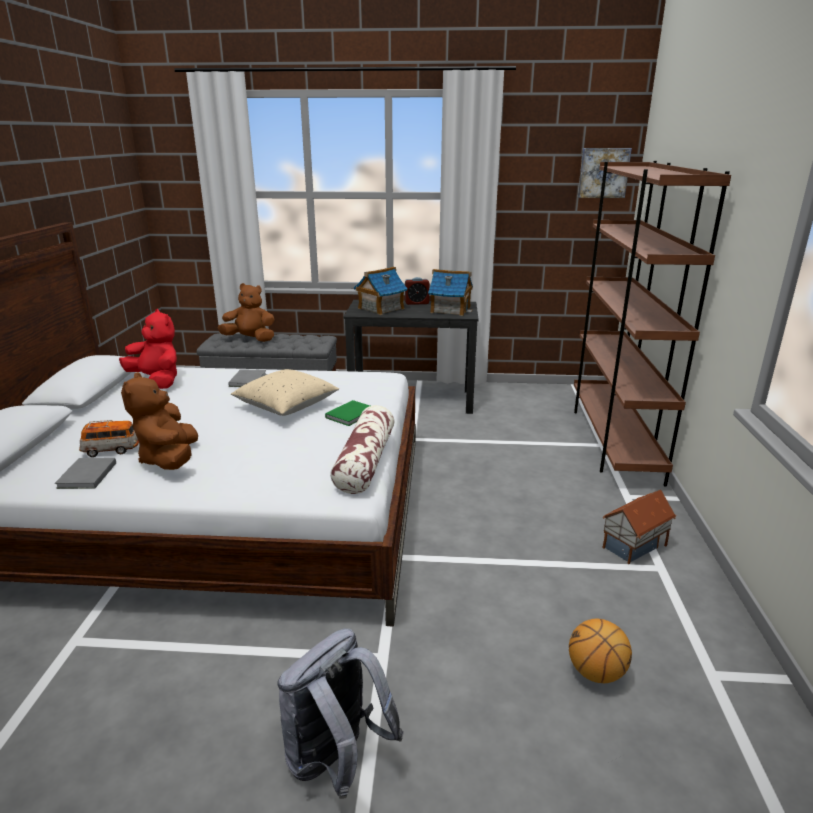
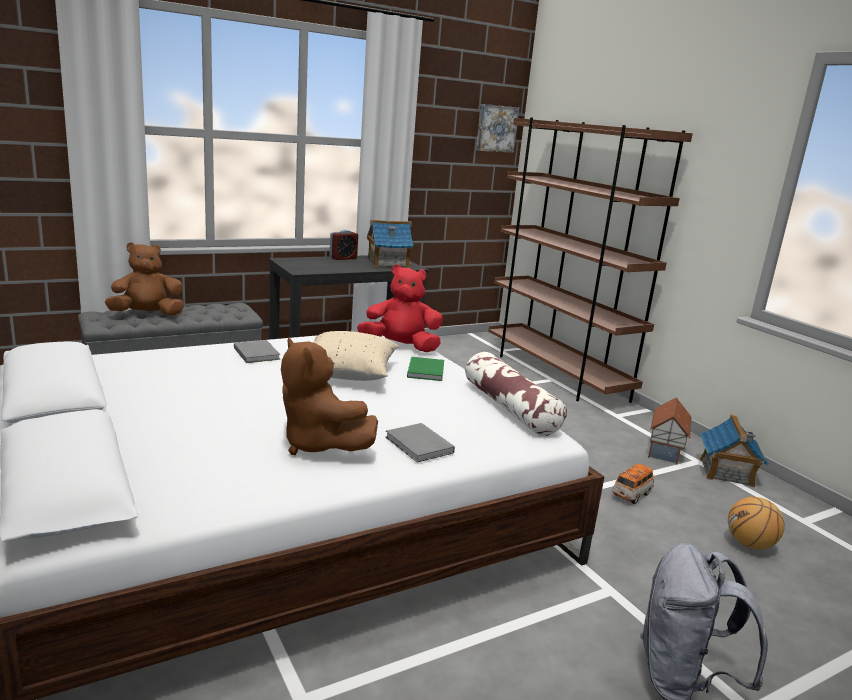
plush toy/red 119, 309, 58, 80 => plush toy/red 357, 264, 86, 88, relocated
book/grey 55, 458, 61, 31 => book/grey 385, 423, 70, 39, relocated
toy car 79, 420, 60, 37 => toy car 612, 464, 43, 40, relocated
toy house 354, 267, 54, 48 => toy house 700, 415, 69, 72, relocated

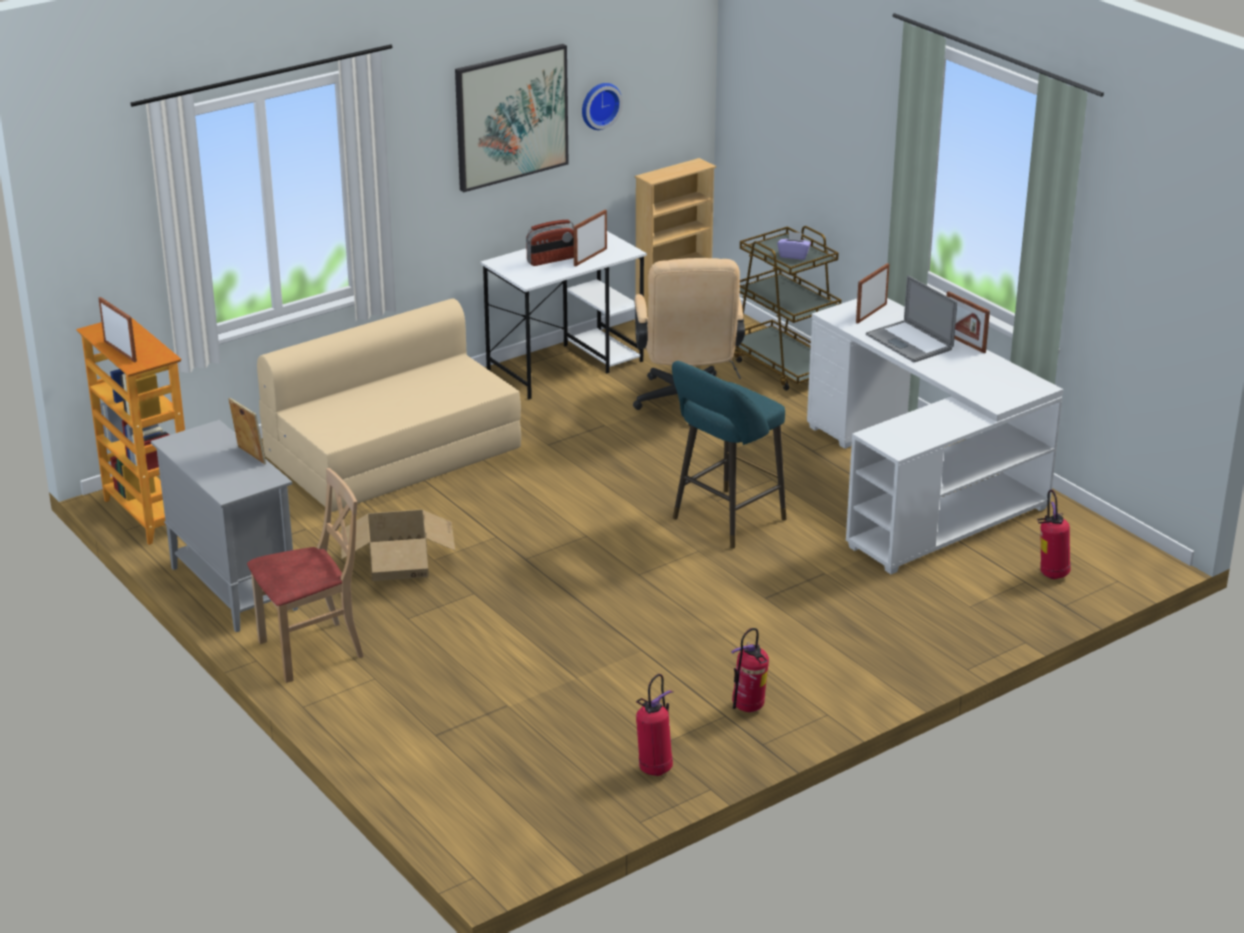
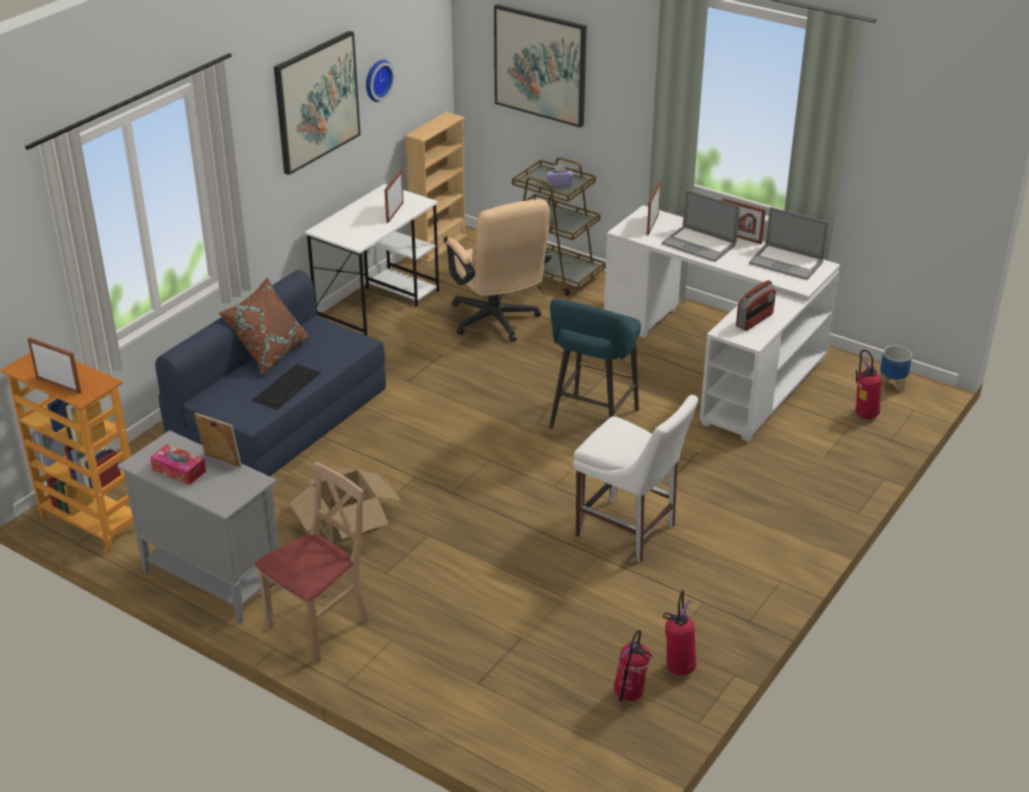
nothing => tissue box 150, 444, 56, 41
sofa/beige 257, 298, 264, 214 => sofa/blue 155, 270, 231, 206
nothing => pillow/brown 218, 277, 91, 98
nothing => keyboard 252, 364, 69, 46
nothing => picture 494, 4, 93, 124
nothing => chair/white 573, 395, 125, 168
fire extinguisher 731, 628, 38, 84 => fire extinguisher 614, 630, 39, 72, relocated
radio 526, 220, 48, 46 => radio 736, 280, 40, 51, relocated
nothing => laptop 749, 207, 80, 73
nothing => planter 880, 346, 32, 46

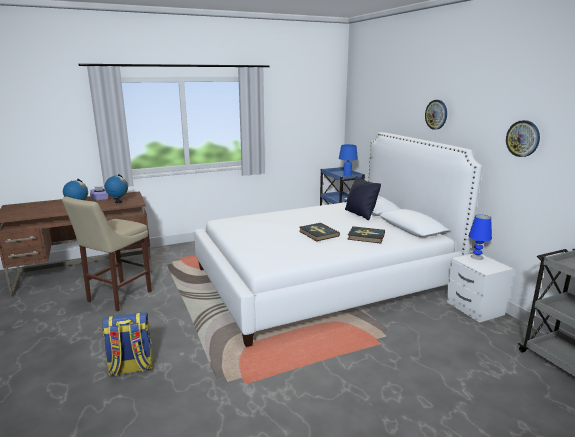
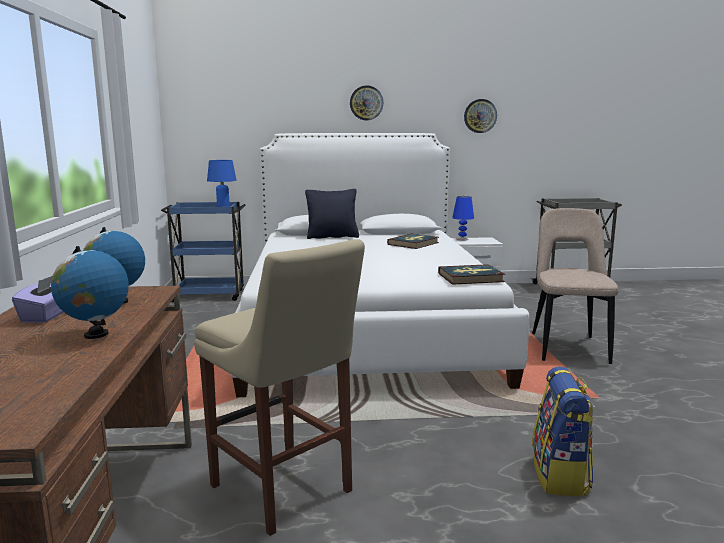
book 299, 223, 41, 18 => book 438, 264, 67, 21, relocated
nothing => chair/beige 532, 208, 86, 156

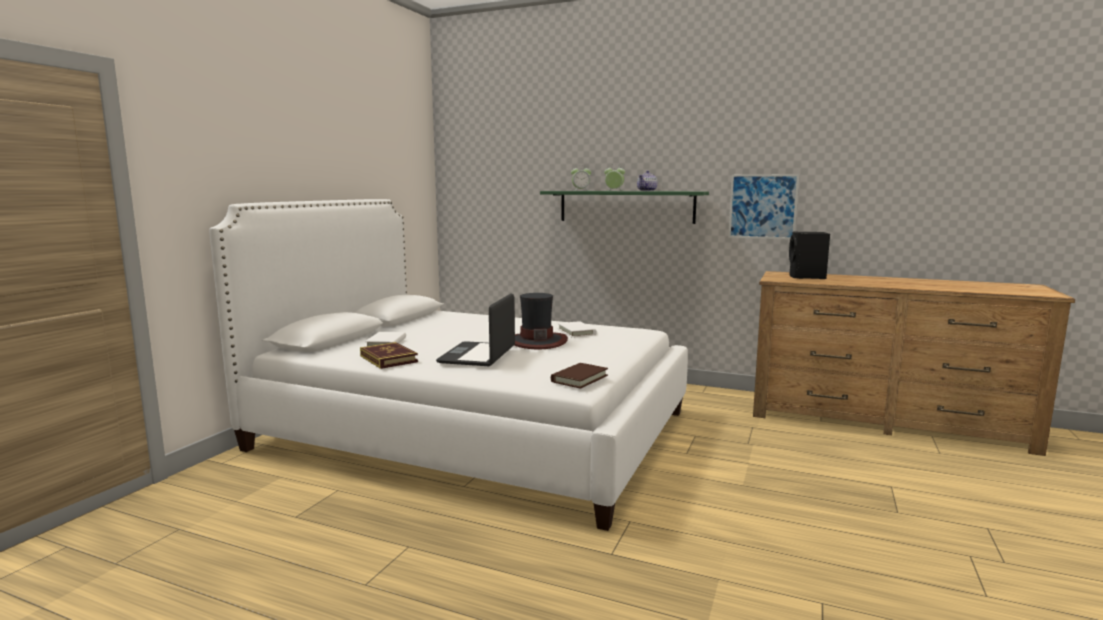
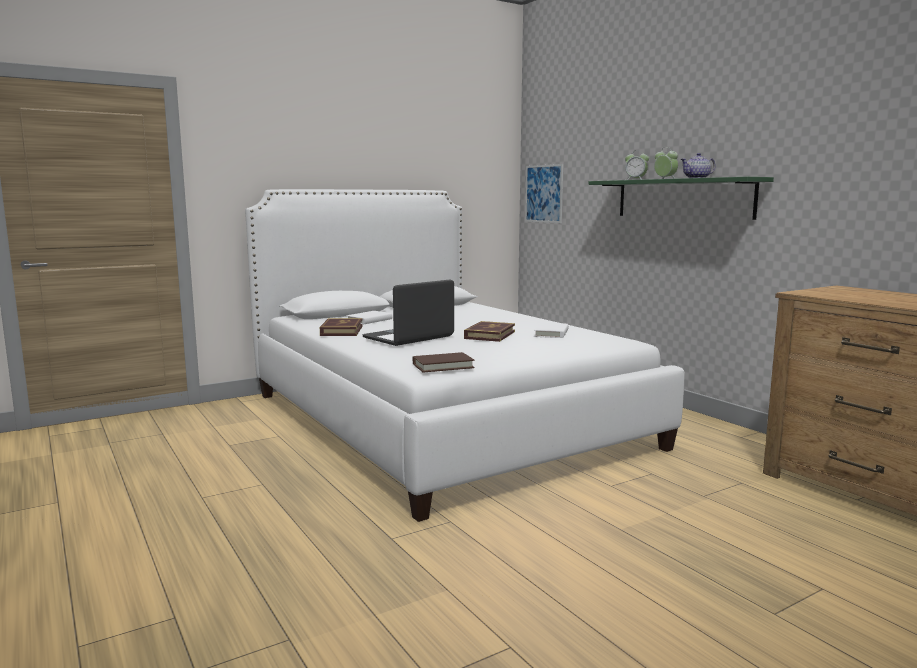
hat 514, 293, 54, 57 => book 464, 321, 51, 21
picture 728, 174, 71, 66 => picture 525, 164, 38, 59, relocated
speaker/black 789, 231, 41, 48 => nothing

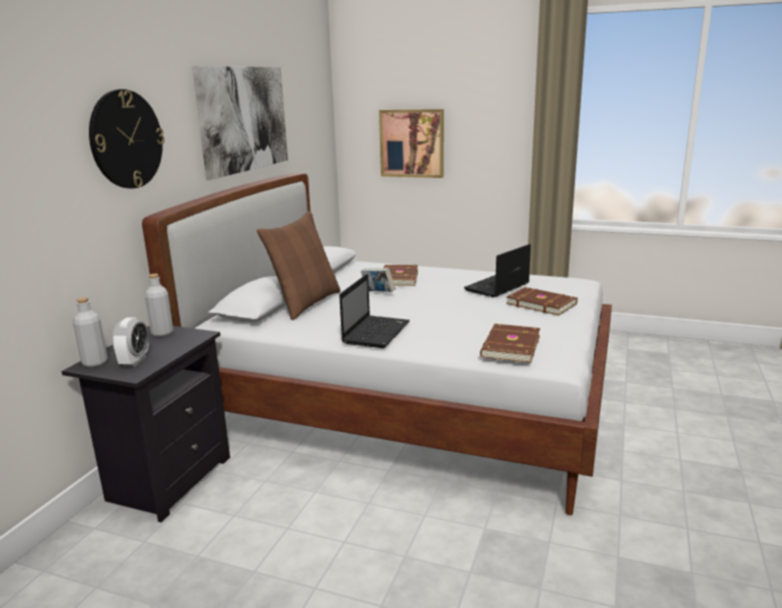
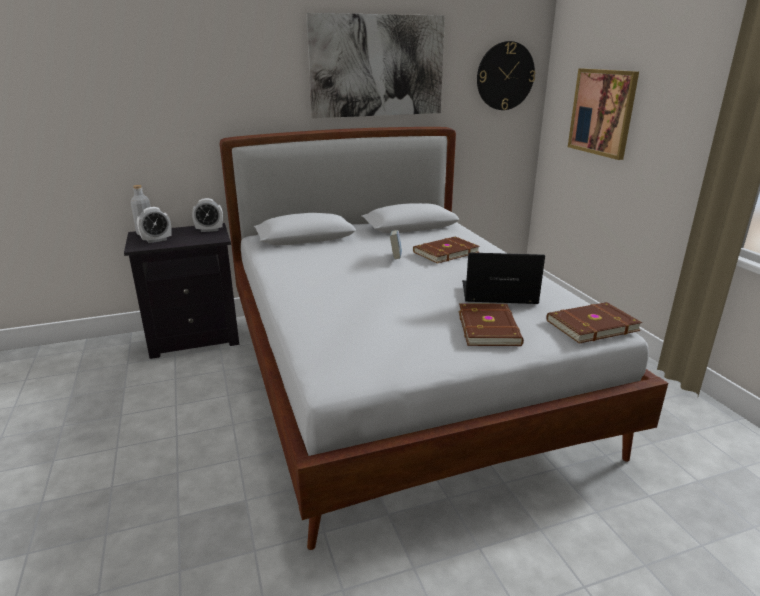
bottle/grey 145, 274, 28, 63 => alarm clock 192, 198, 31, 34
wall clock 89, 89, 75, 100 => wall clock 477, 41, 58, 69, relocated
book/brown 480, 324, 60, 39 => book/brown 546, 302, 96, 42, relocated
pillow/brown 257, 211, 84, 109 => nothing
laptop 339, 274, 71, 74 => nothing

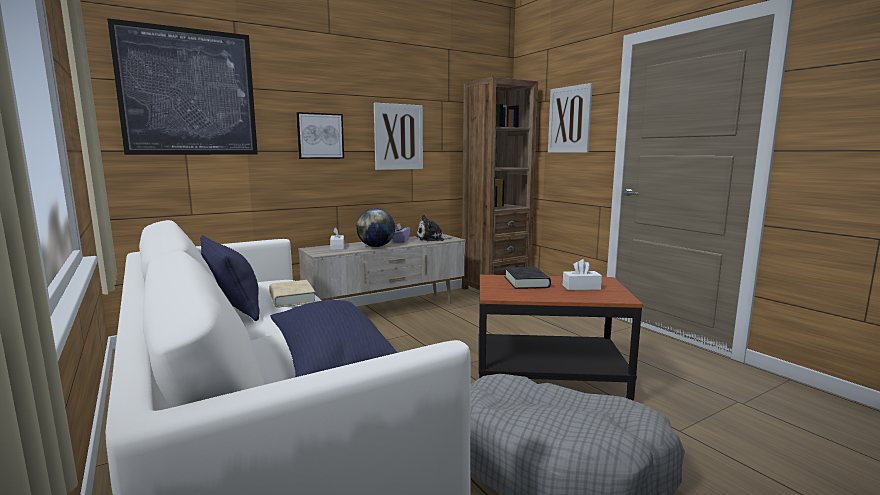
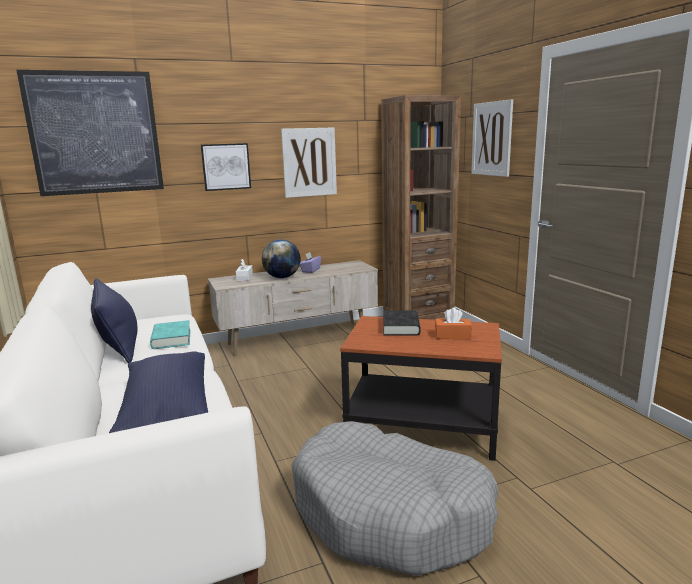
book/beige 269, 280, 47, 28 => book/turquoise 150, 320, 40, 29
tissue box/white 563, 259, 39, 31 => tissue box/orange 435, 307, 37, 32
plush toy 416, 215, 36, 26 => nothing

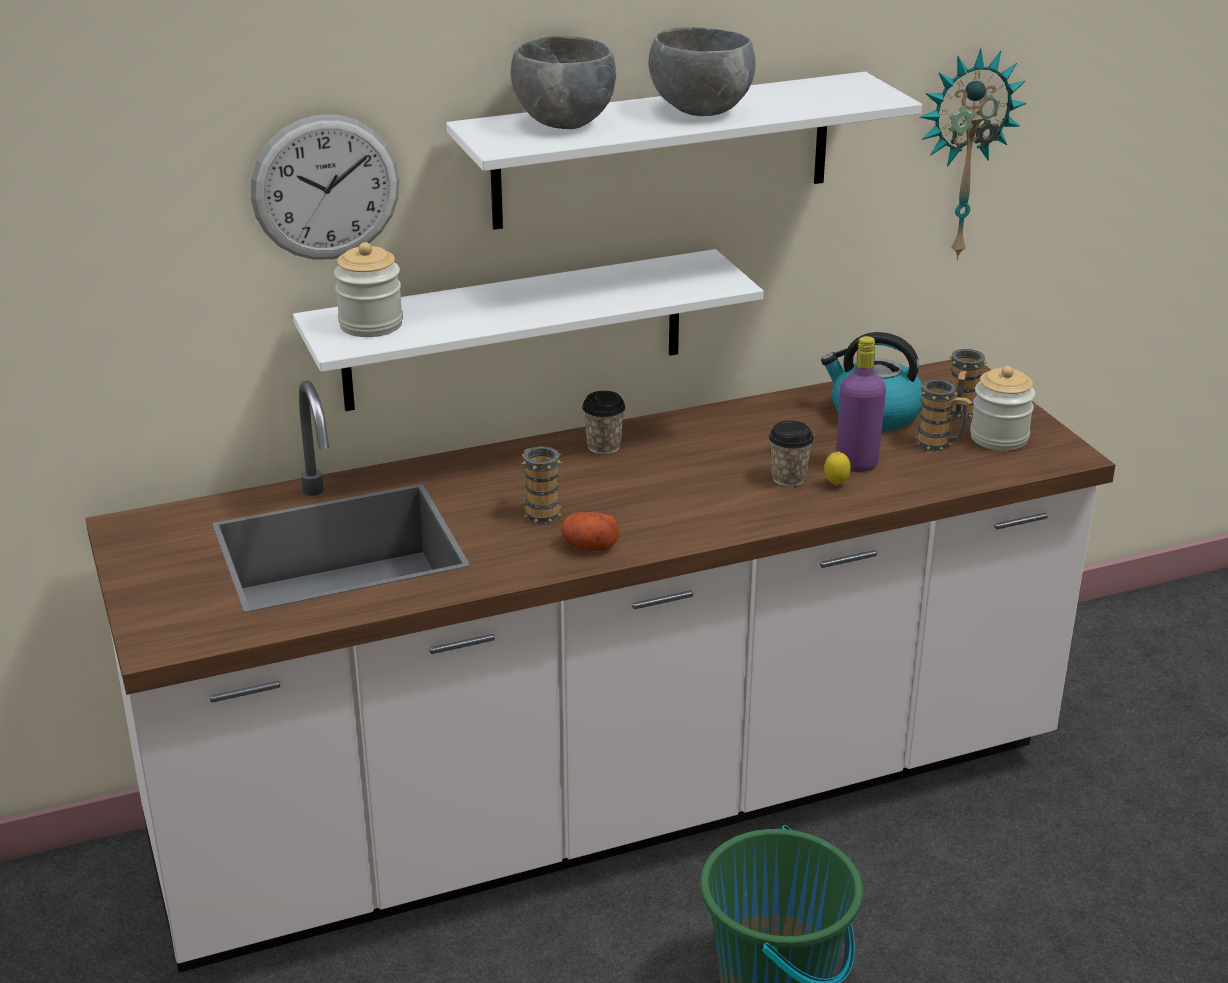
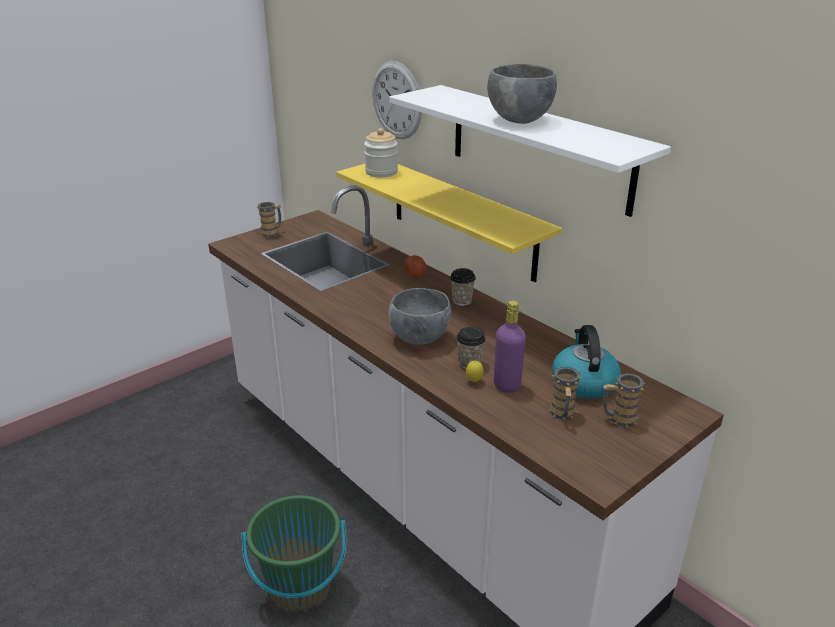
mug 521, 446, 41, 78 => mug 257, 202, 24, 36, relocated
shelf/white 293, 249, 470, 162 => shelf/yellow 336, 164, 226, 118
bowl/grey 511, 35, 105, 94 => bowl/grey 388, 288, 63, 57, relocated
potato 561, 512, 58, 39 => potato 403, 255, 23, 23, relocated
wall clock 920, 48, 106, 212 => nothing
jar 970, 366, 65, 85 => nothing

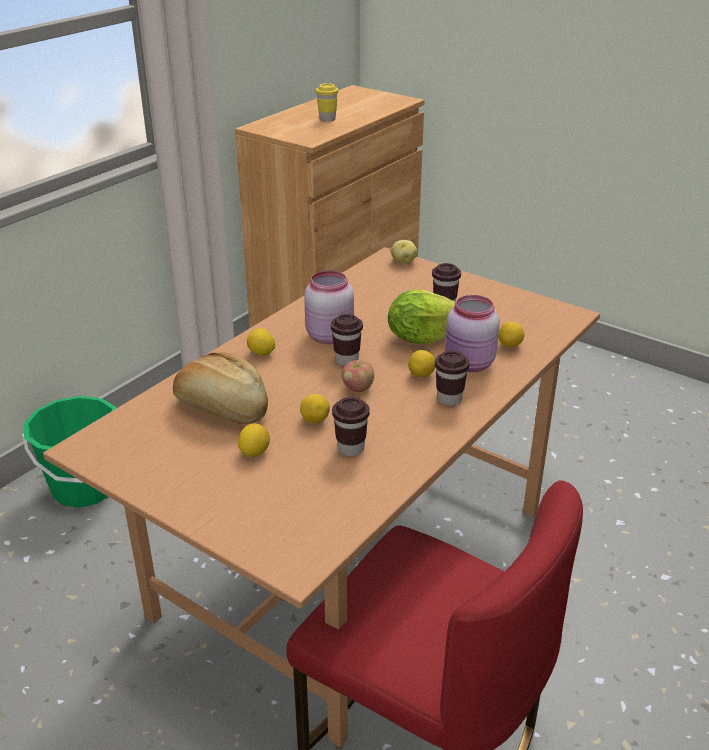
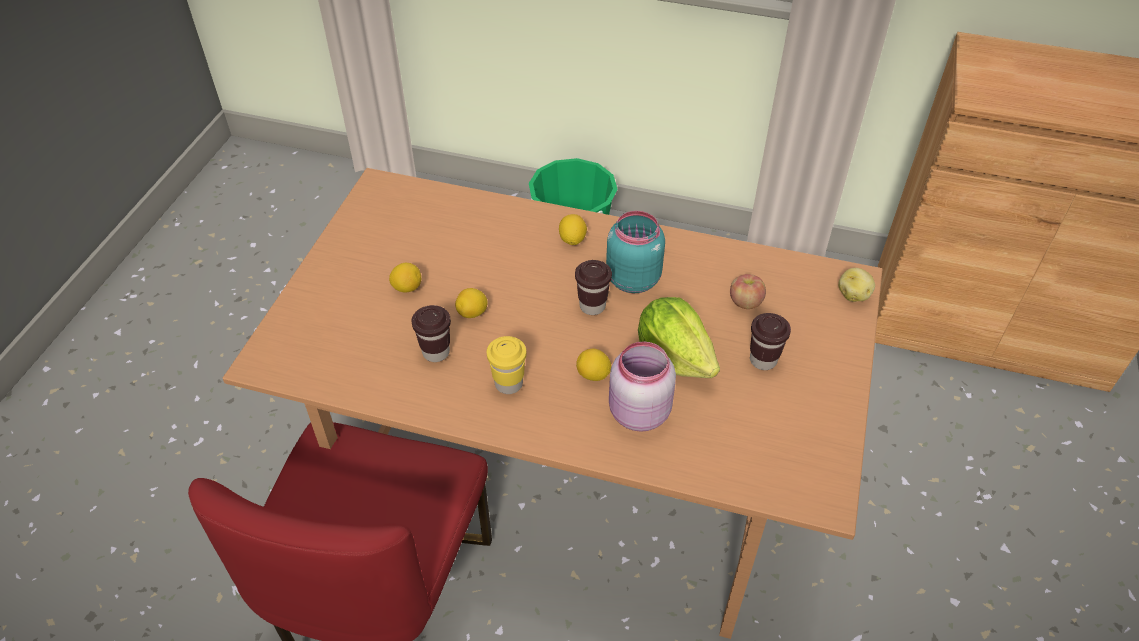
cup/yellow 316, 83, 22, 39 => cup/yellow 487, 336, 39, 58, relocated
jar/pink 304, 270, 50, 74 => jar/turquoise 606, 211, 59, 82
apple 342, 360, 32, 32 => apple 730, 274, 36, 35, relocated
bread 173, 353, 95, 71 => nothing
cup/brown 435, 350, 35, 56 => nothing
lemon 498, 322, 26, 26 => nothing

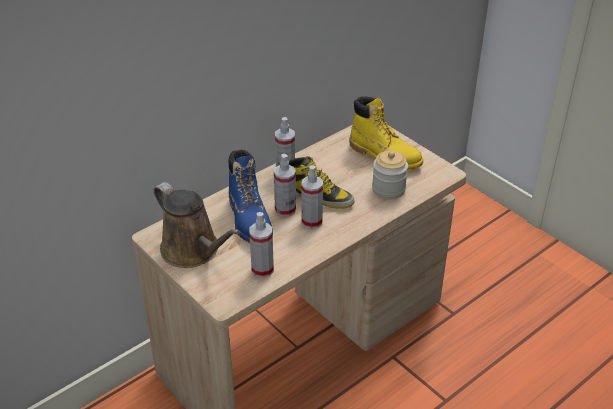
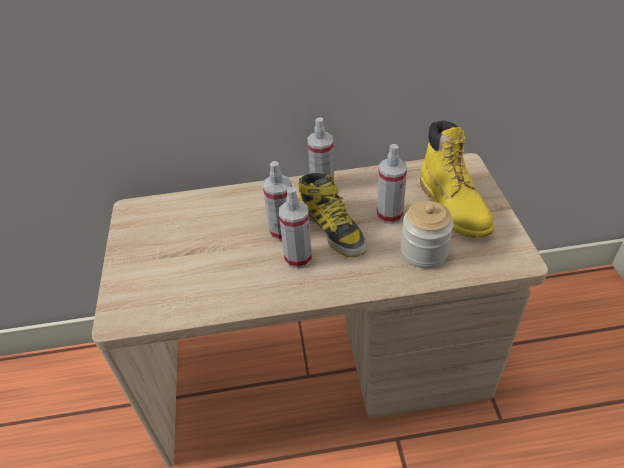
spray bottle 249, 212, 25, 66 => spray bottle 377, 144, 30, 80, relocated
watering can/brown 154, 182, 86, 86 => nothing
boot/blue 229, 149, 44, 94 => nothing

